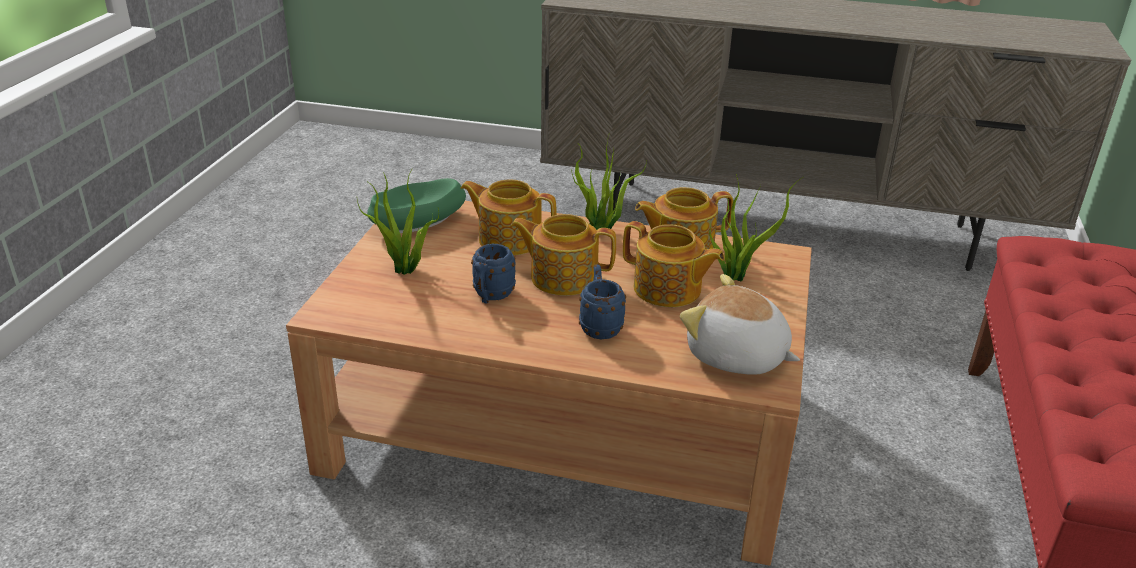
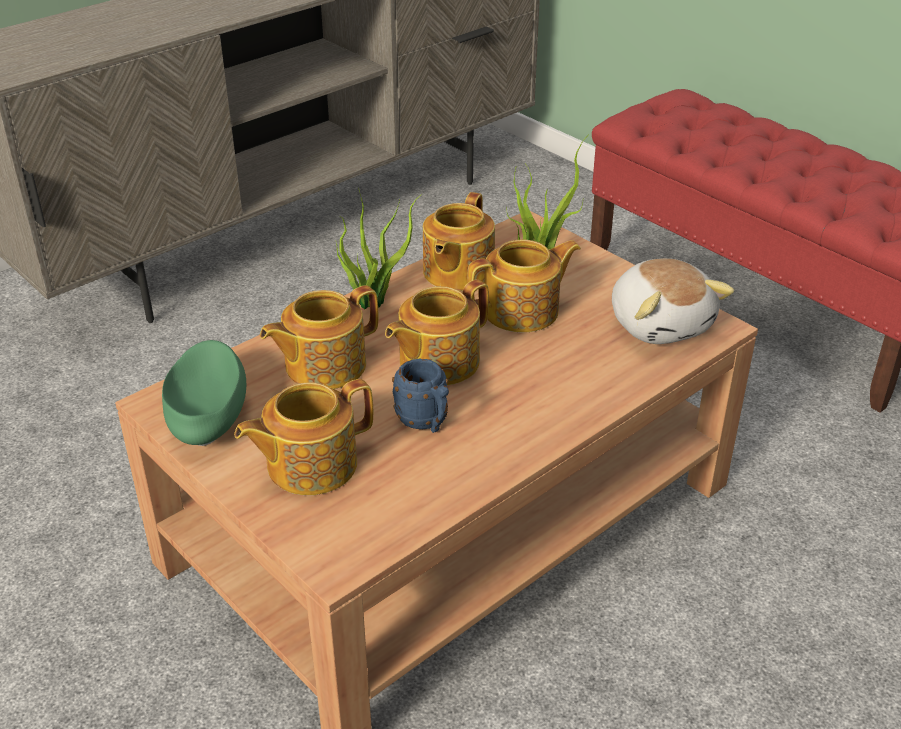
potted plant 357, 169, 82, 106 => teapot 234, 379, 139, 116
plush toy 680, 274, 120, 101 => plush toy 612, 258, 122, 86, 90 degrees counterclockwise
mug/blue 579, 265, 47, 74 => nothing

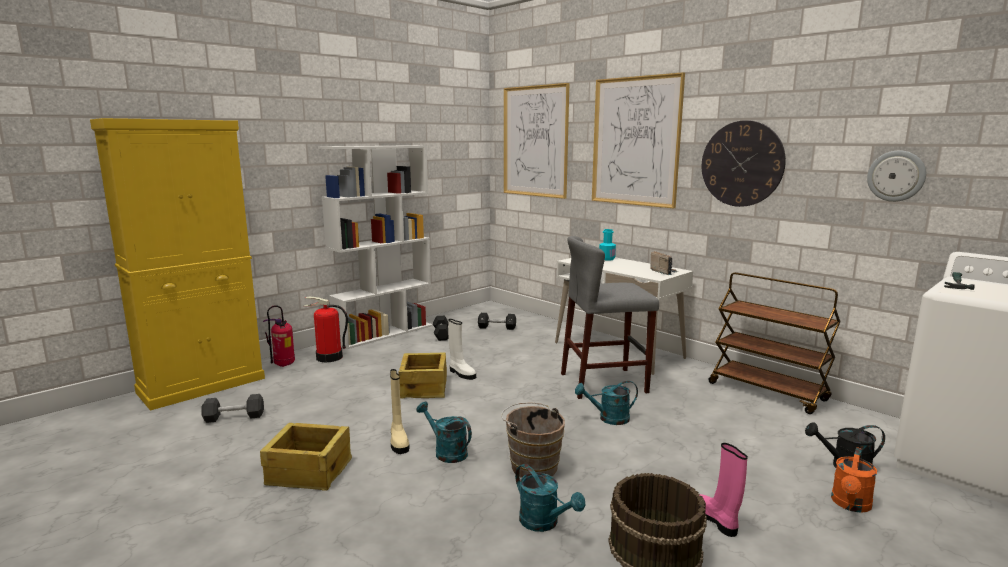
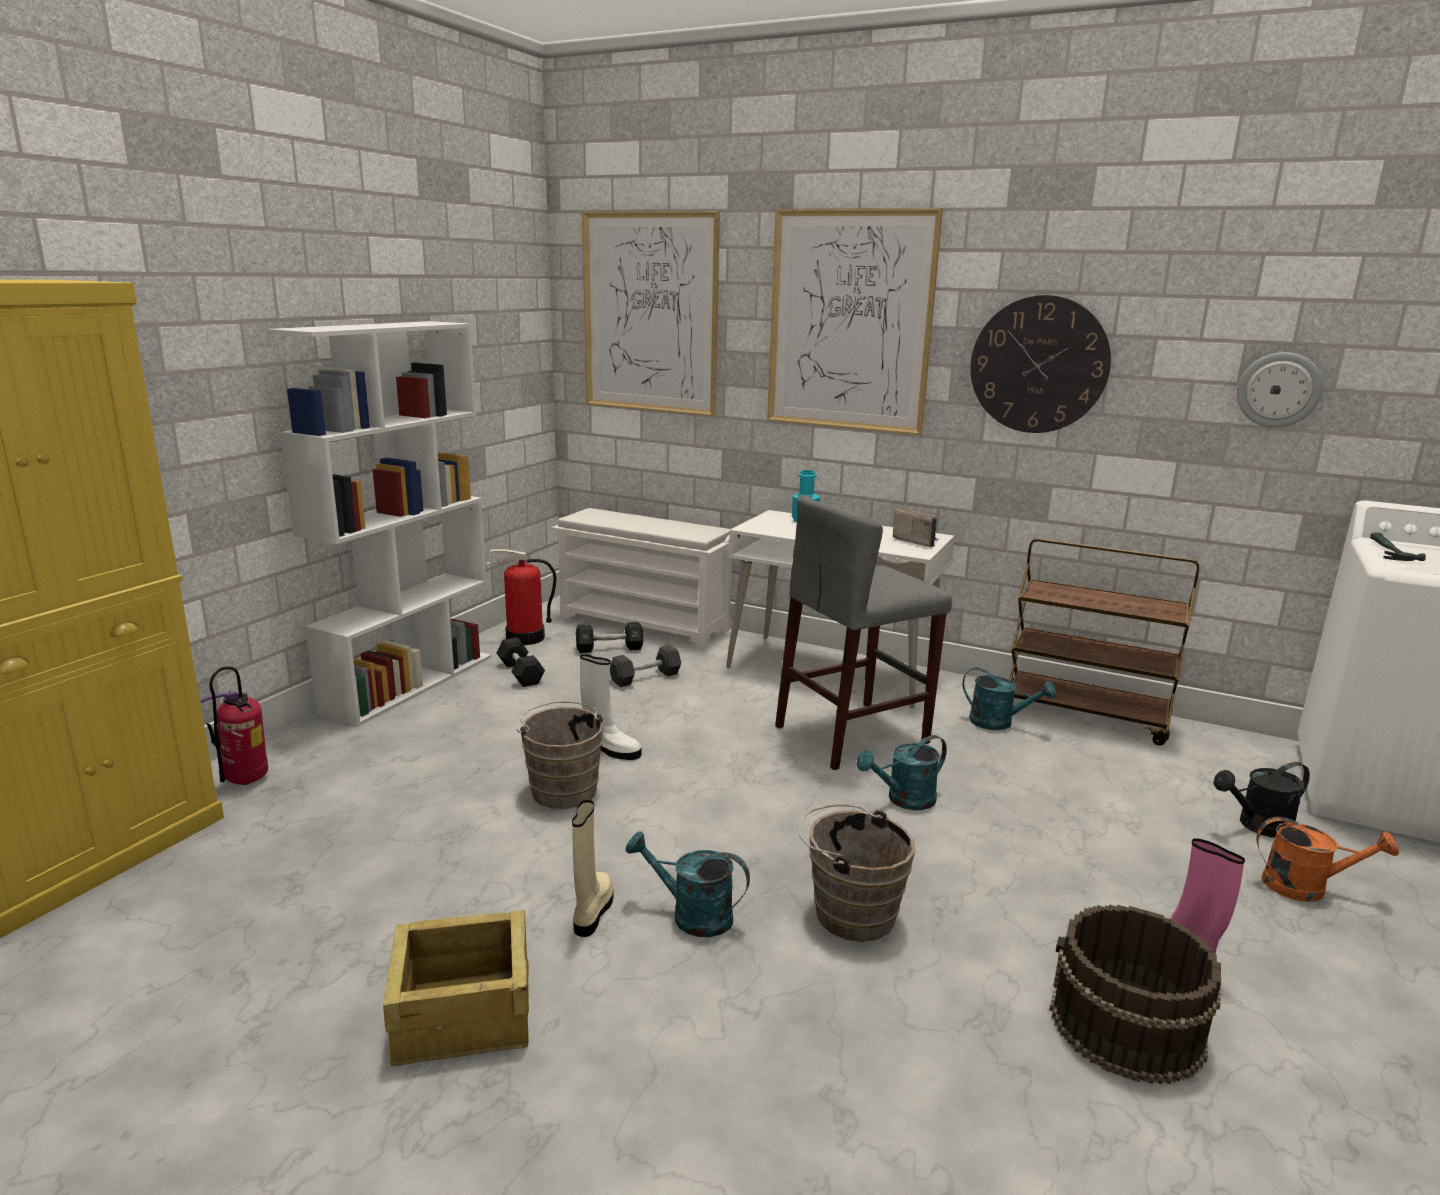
fire extinguisher 304, 297, 44, 65 => fire extinguisher 486, 549, 71, 96, relocated
crate 398, 353, 49, 45 => bucket/brown 517, 701, 89, 108
nothing => shoe rack/white 552, 508, 180, 140
boot/beige 390, 369, 19, 85 => boot/beige 572, 800, 42, 137, 135 degrees counterclockwise
dumbbell/black 201, 394, 63, 29 => dumbbell/black 610, 645, 71, 42, relocated
watering can/turquoise 515, 464, 70, 68 => watering can/turquoise 963, 667, 93, 63, relocated
watering can/orange 831, 447, 46, 66 => watering can/orange 1256, 817, 143, 85, 90 degrees counterclockwise

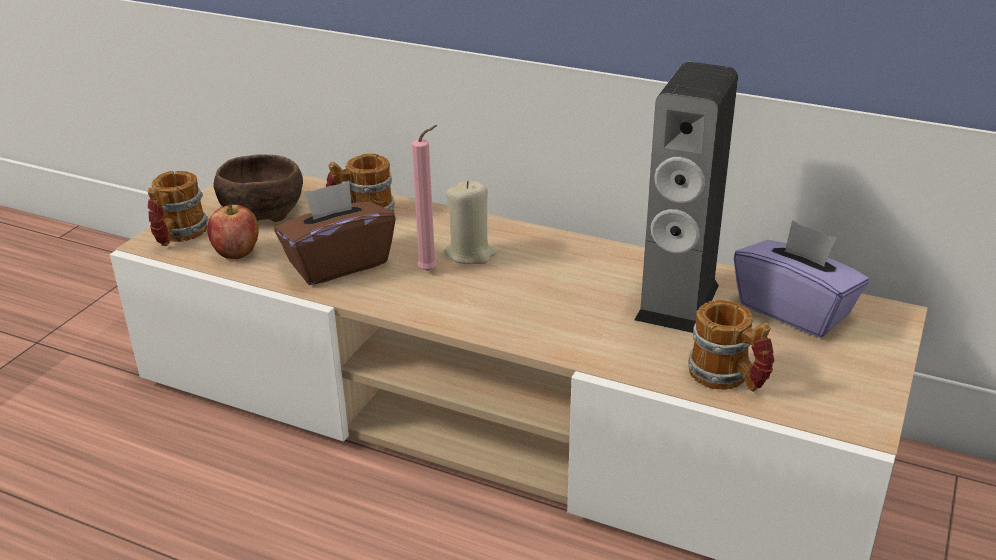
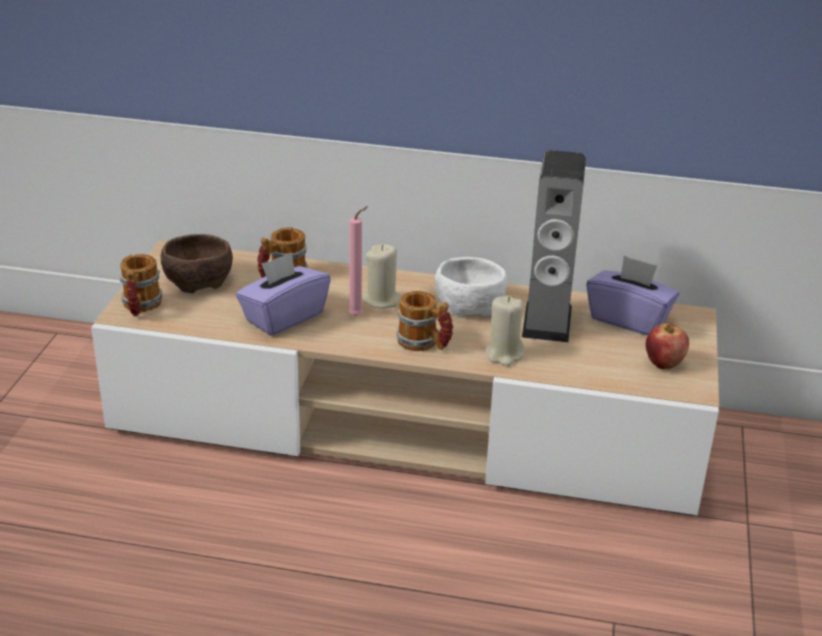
tissue box/brown 274, 181, 122, 104 => tissue box/purple 236, 252, 95, 84
mug 688, 300, 86, 92 => mug 397, 291, 56, 60, relocated
nothing => bowl/white 435, 257, 72, 60
nothing => candle/beige 485, 296, 39, 70
apple 207, 205, 52, 54 => apple 646, 324, 43, 45, relocated

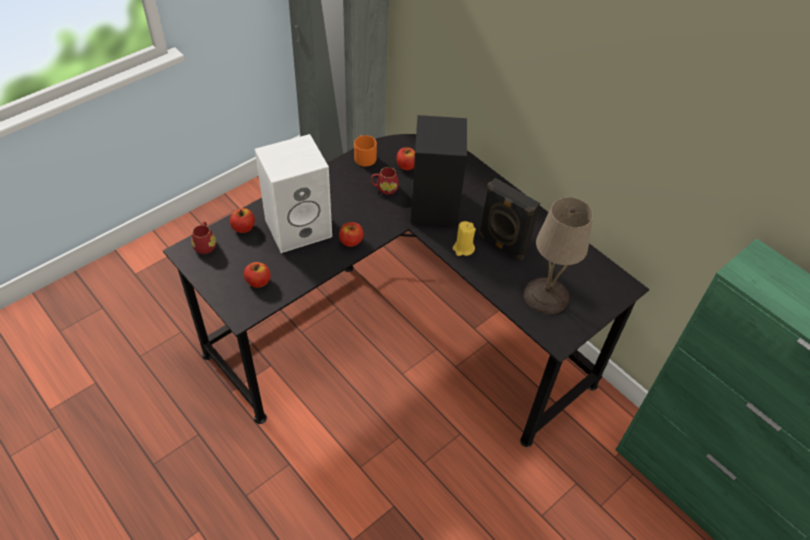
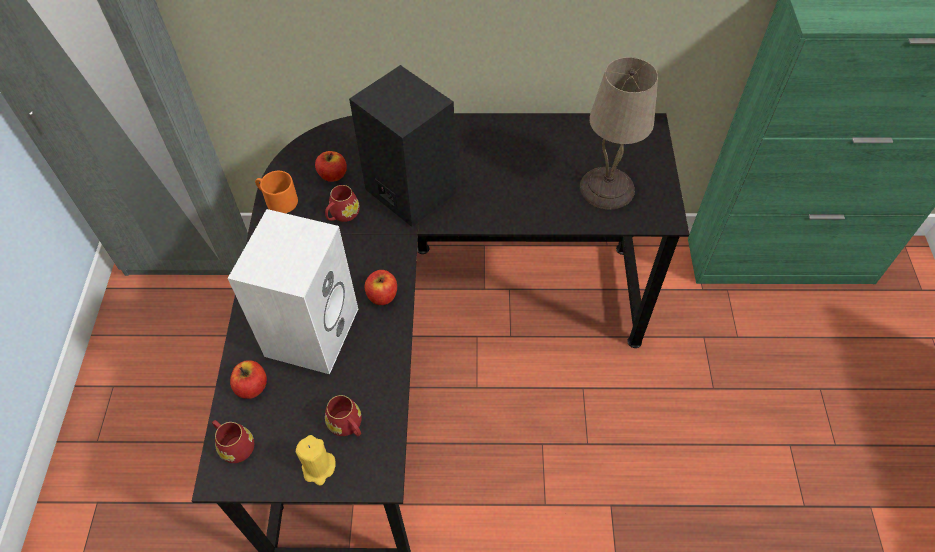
candle/yellow 453, 221, 23, 35 => candle/yellow 296, 435, 40, 50, relocated
apple 244, 262, 26, 26 => mug/red 325, 395, 37, 41
speaker/black 479, 178, 61, 82 => nothing

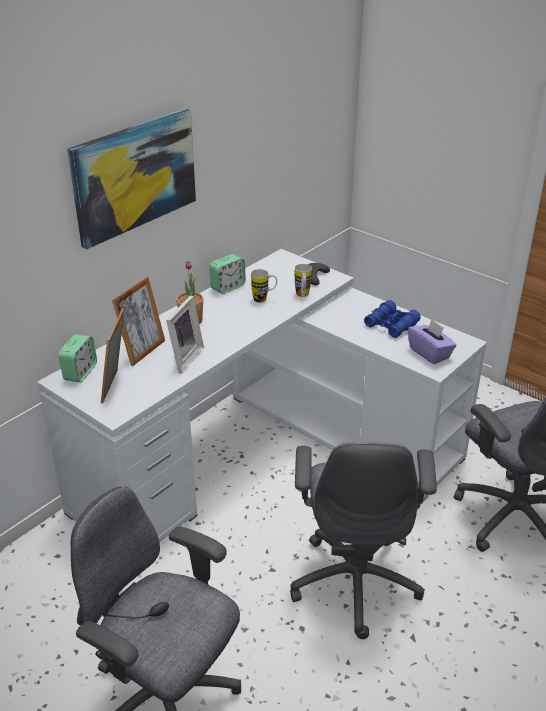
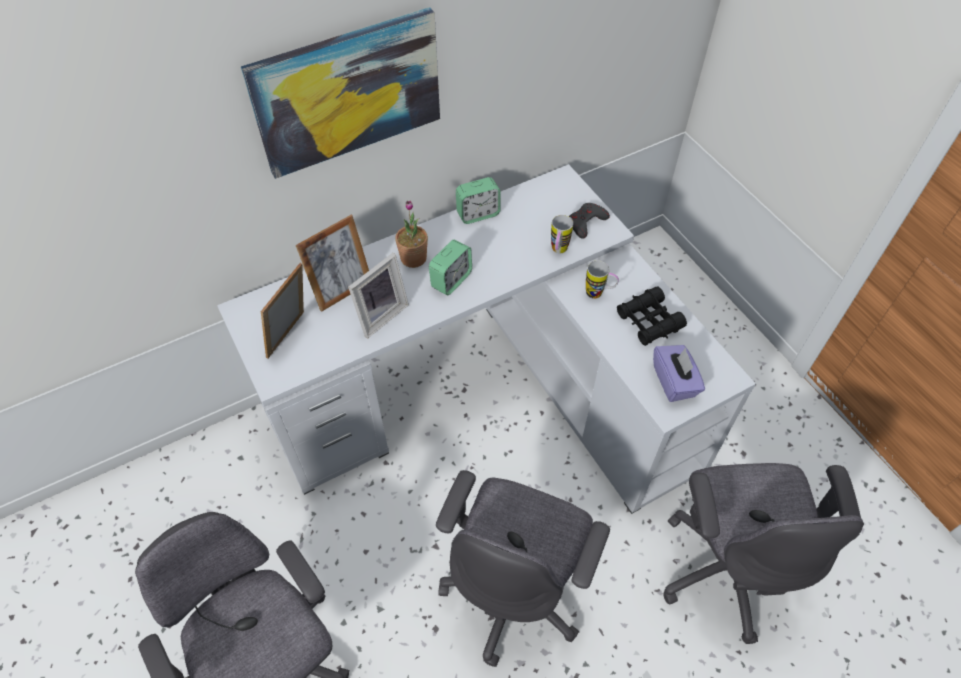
alarm clock 58, 334, 39, 48 => alarm clock 429, 240, 43, 56, relocated
mug 251, 269, 26, 34 => mug 586, 261, 33, 38, relocated
binoculars/blue 364, 300, 57, 38 => binoculars/black 617, 286, 70, 60

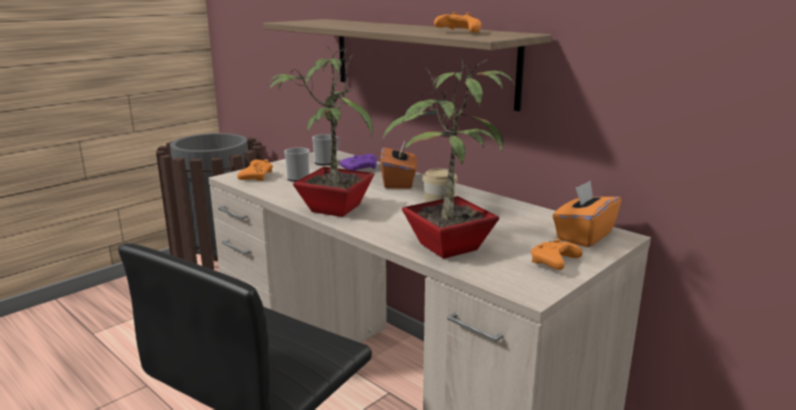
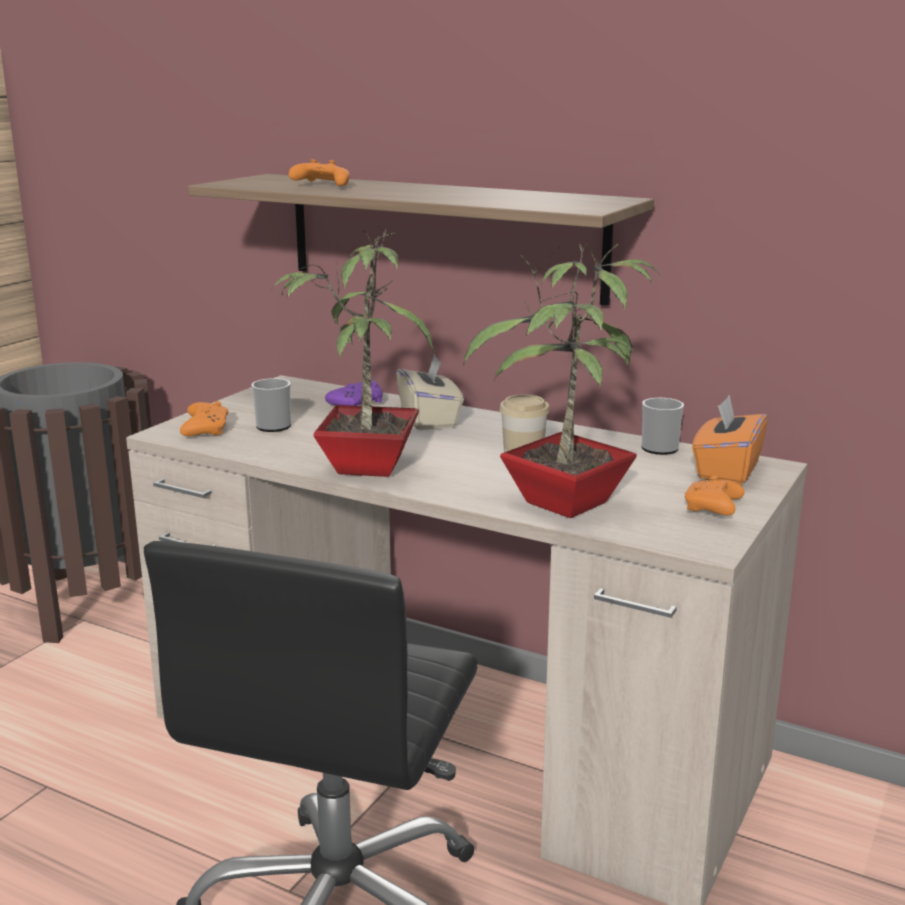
game controller/orange 434, 12, 47, 21 => game controller/orange 289, 159, 61, 27, relocated
tissue box/orange 381, 140, 36, 49 => tissue box/beige 396, 355, 68, 75
mug 312, 134, 28, 31 => mug 641, 398, 43, 57, relocated

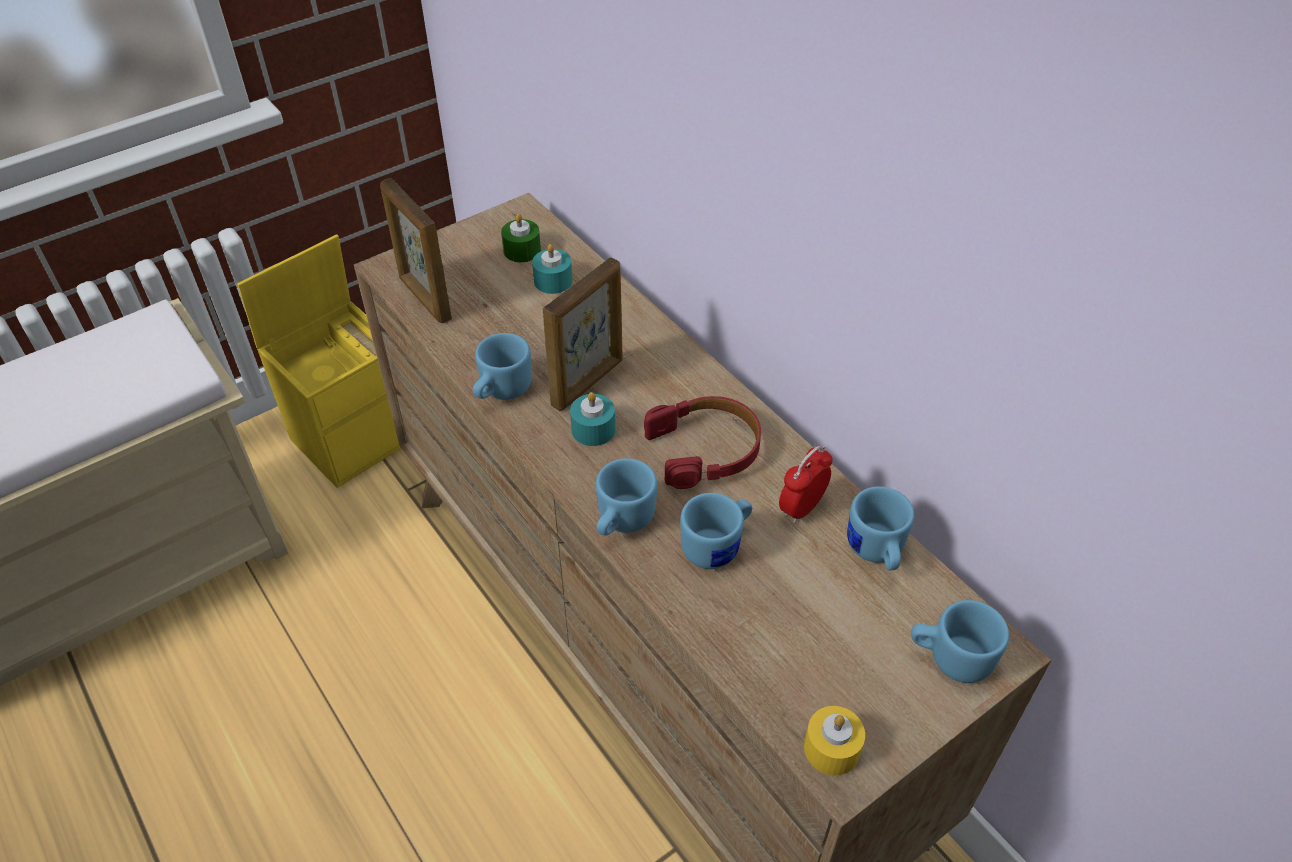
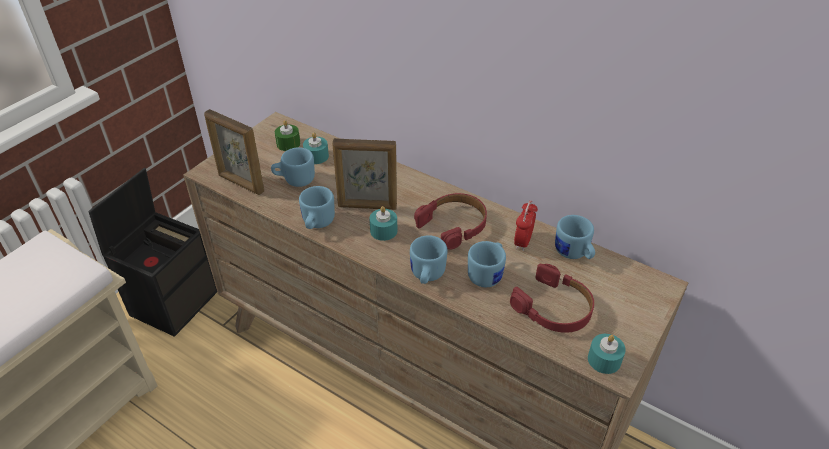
storage box/yellow 237, 234, 164, 254 => storage box/black 88, 168, 129, 169
mug/blue 911, 600, 98, 83 => mug/blue 271, 147, 44, 40, relocated
picture frame 543, 257, 80, 154 => picture frame 332, 138, 65, 72, 75 degrees clockwise
nothing => headphones/red 510, 264, 84, 69
candle/yellow 804, 706, 61, 69 => candle/turquoise 588, 334, 38, 40

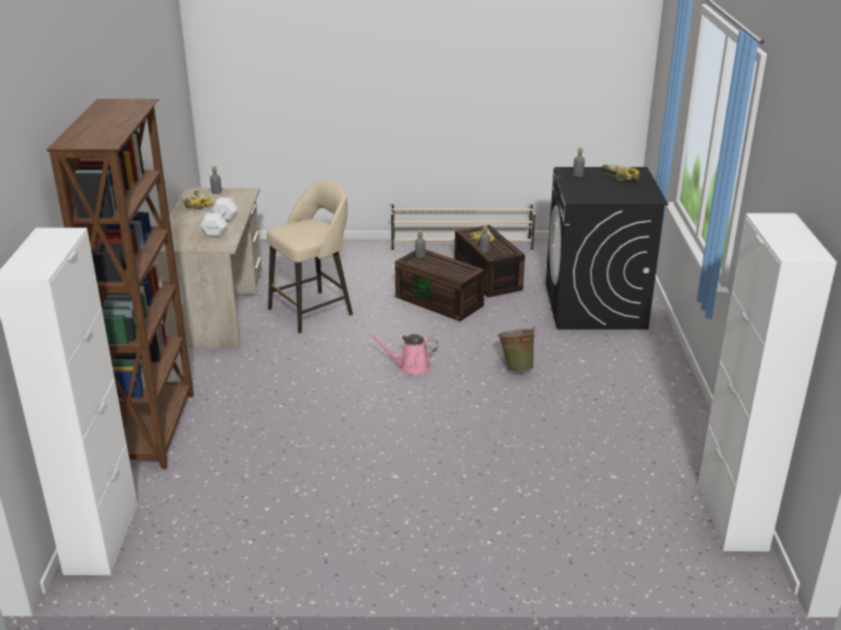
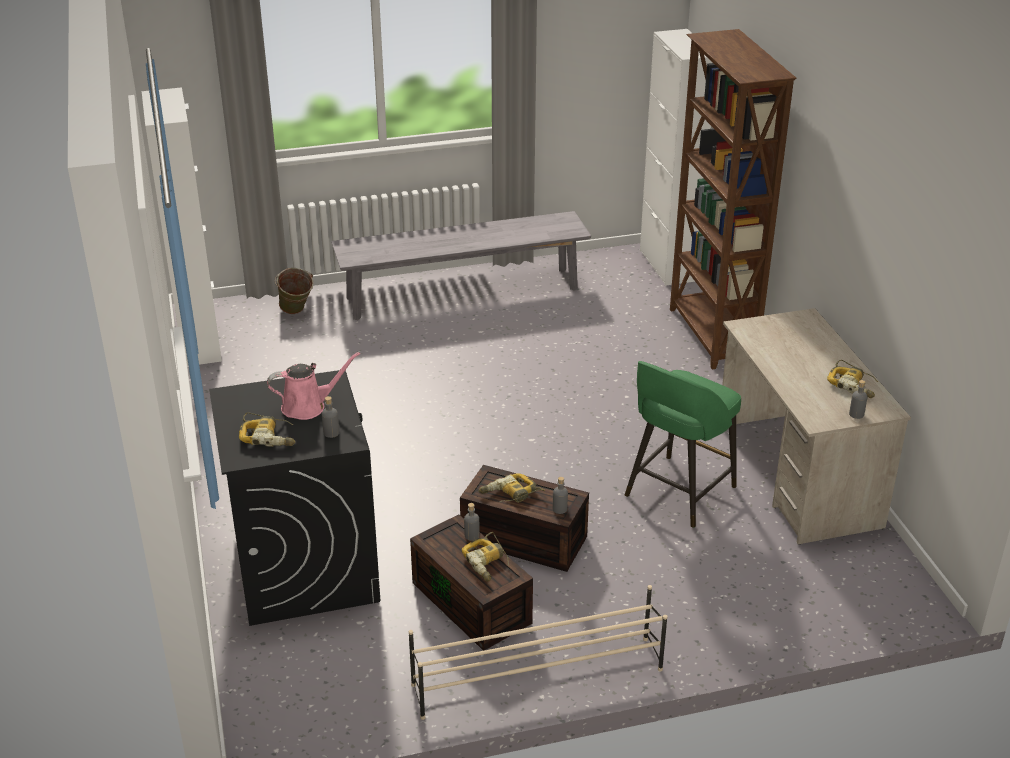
watering can/pink 369, 333, 69, 42 => watering can/pink 267, 352, 93, 68, relocated
bucket/green 498, 327, 39, 45 => bucket/green 275, 268, 39, 46, relocated
nothing => bench/grey 331, 211, 260, 109
nothing => power drill 479, 473, 66, 30
stool/beige 267, 180, 86, 153 => stool/green 625, 361, 116, 167
dumbbell/white 200, 197, 38, 40 => nothing

